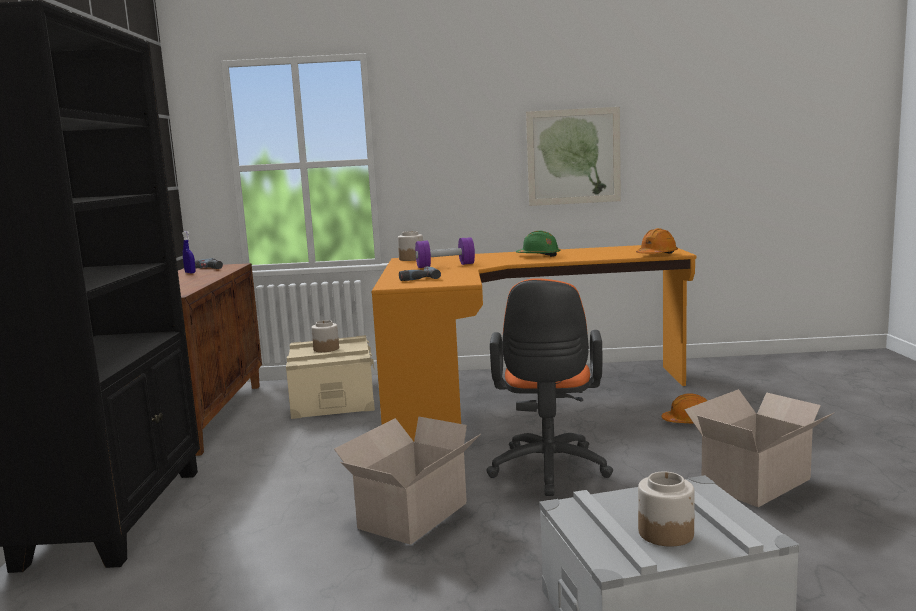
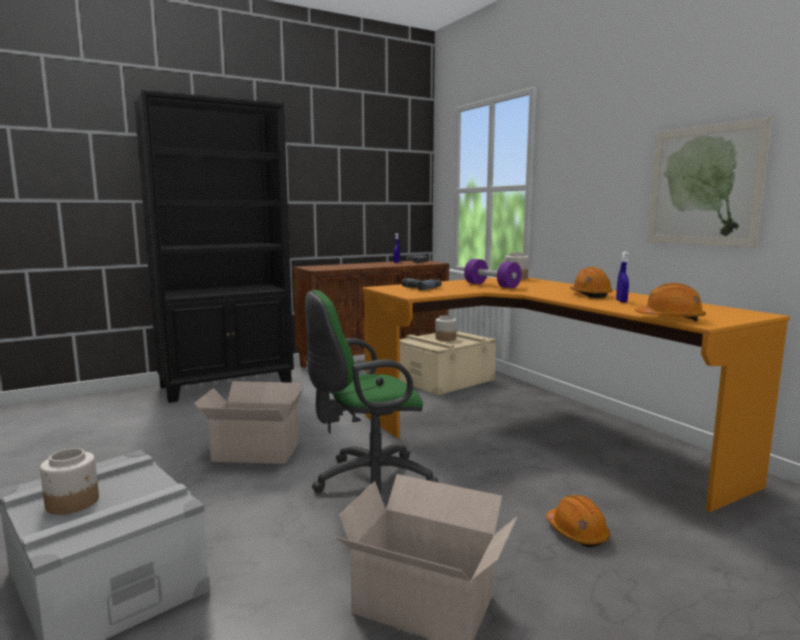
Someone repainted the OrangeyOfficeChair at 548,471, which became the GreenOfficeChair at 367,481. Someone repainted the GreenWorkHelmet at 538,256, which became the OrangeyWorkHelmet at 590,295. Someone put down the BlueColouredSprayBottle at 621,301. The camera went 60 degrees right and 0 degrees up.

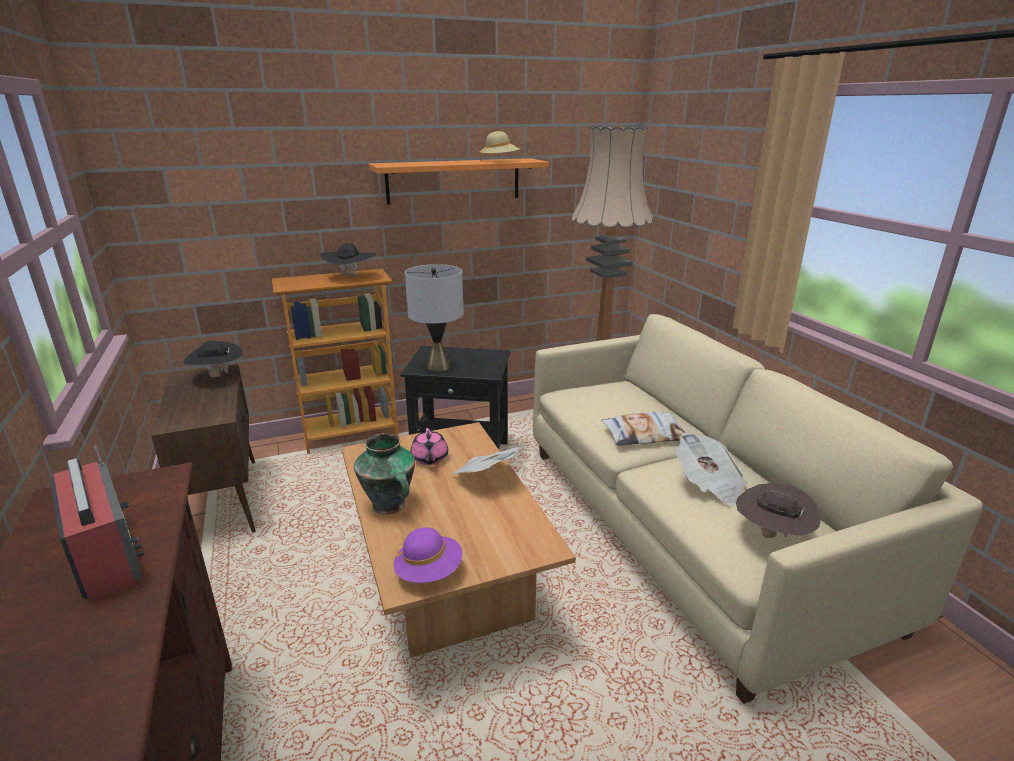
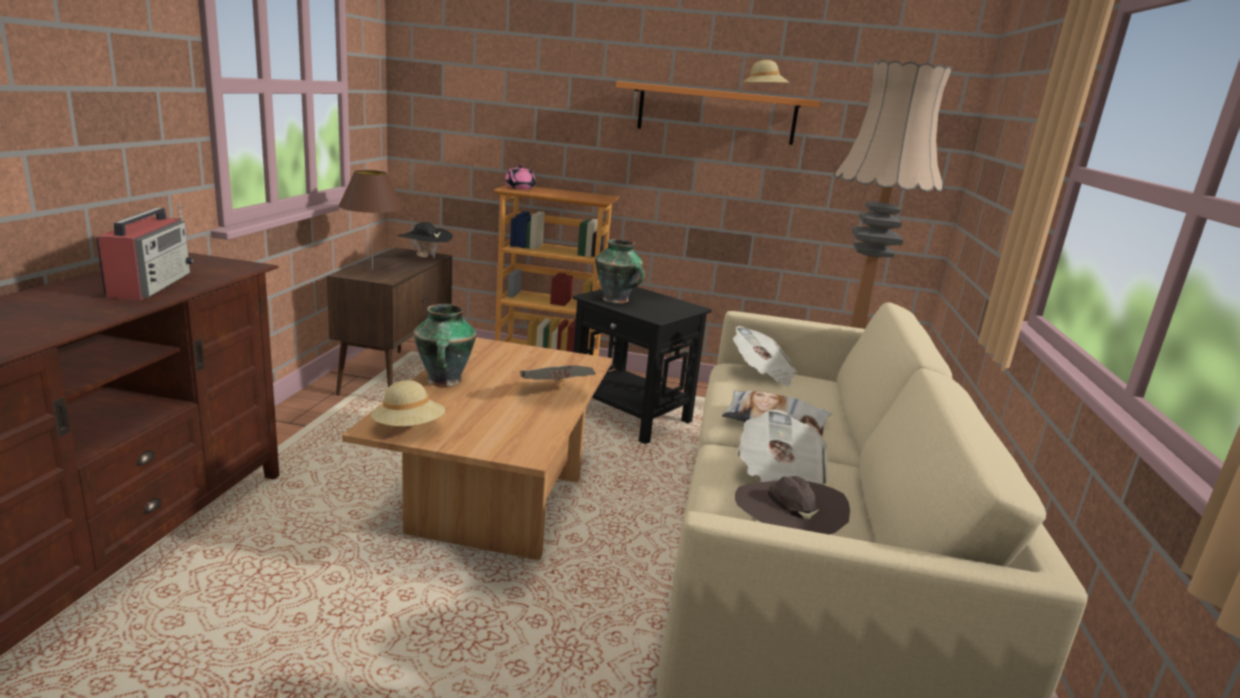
Someone put down the BrownColouredTabletopLamp at 372,269. Someone repainted the PurplishHat at 429,571, which became the BeigeColouredHat at 408,428. Someone carried the PinkColouredPotForTea from 429,458 to 519,188. Someone swapped the GreyTabletopLamp at 438,366 for the DecorativeVase at 616,300. Someone put down the Newspaper at 762,373. Someone took away the BlackHat at 351,277. The camera went 30 degrees right and 5 degrees down.

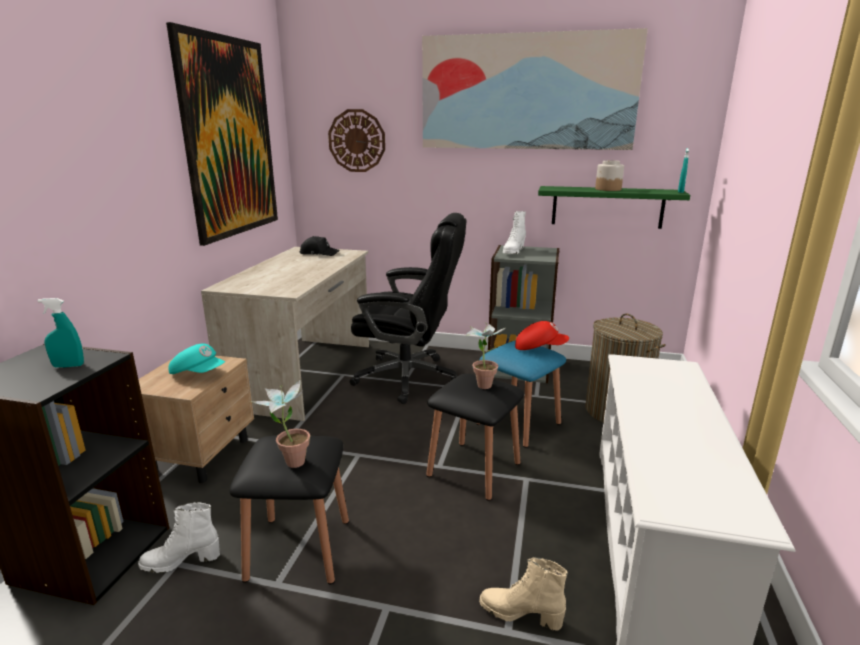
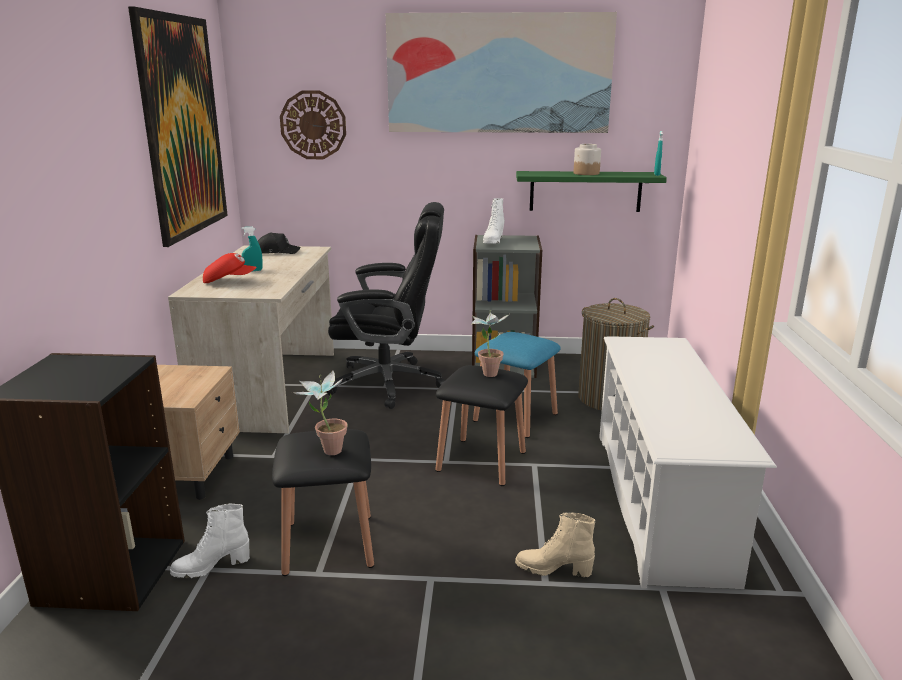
Someone carried the RedColouredPeakedCap from 539,348 to 229,281. Someone carried the TurquoiseColouredSprayBottle from 68,366 to 253,271. Someone took away the TurquoiseColouredPeakedCap at 198,373. The camera went 10 degrees left and 0 degrees up.

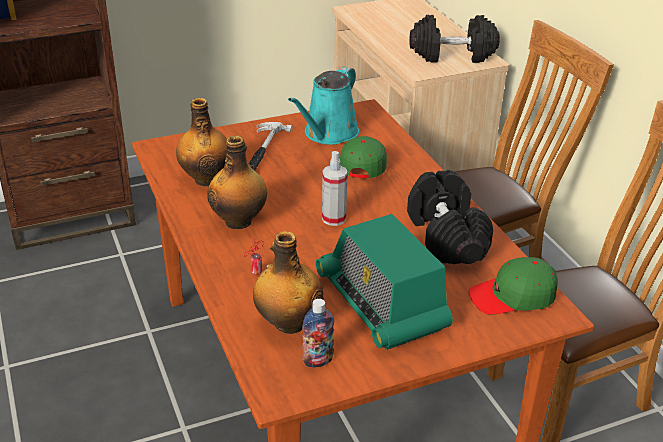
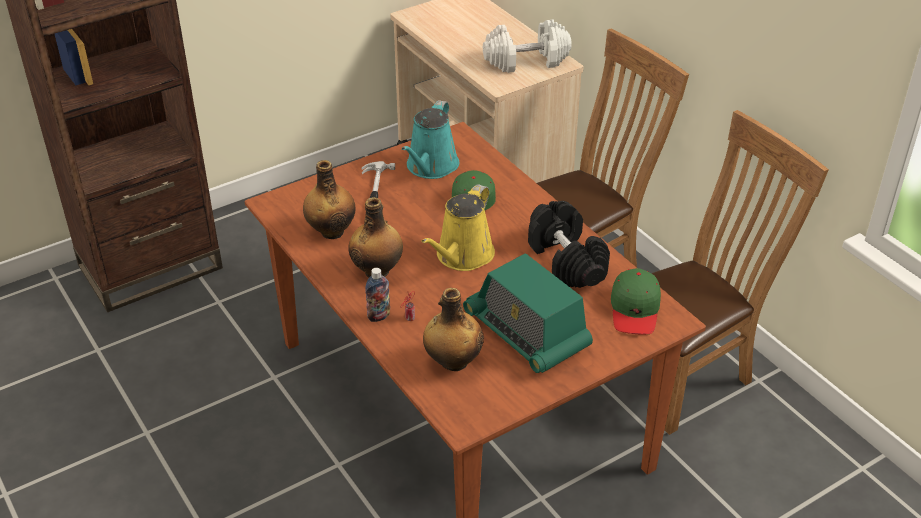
Someone carried the Bottle from 318,361 to 378,316. Someone swapped the SprayBottle at 333,219 for the YellowishSprinklingCan at 462,256. Someone repainted the BlackDumbbell at 452,55, which became the WhiteColouredDumbbell at 526,61. Someone rotated the GreenPeakedCap at 513,296 by 60 degrees counterclockwise. The camera went 10 degrees left and 5 degrees up.

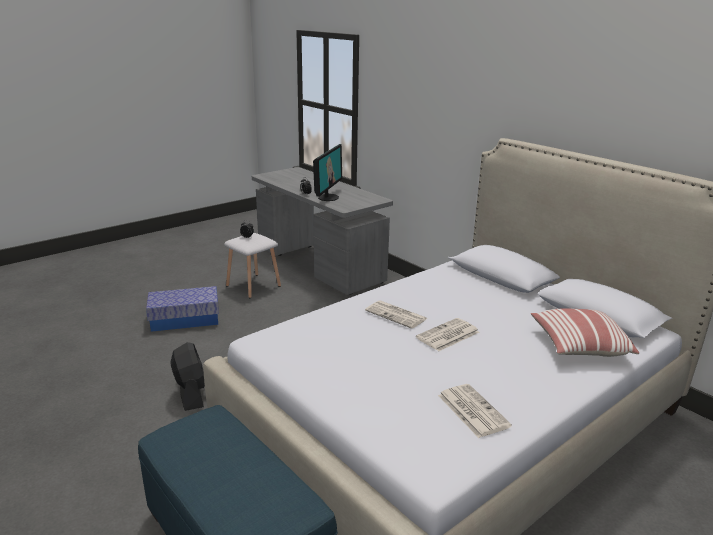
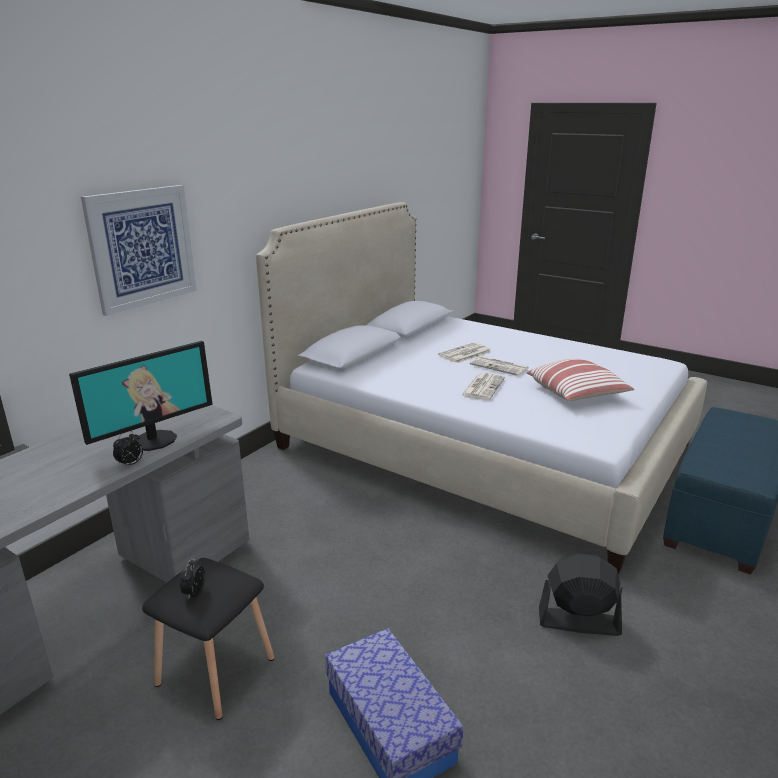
Someone rotated the ComputerDisplay at 328,197 by 135 degrees clockwise. Someone put up the WallPicture at 142,248. Someone repainted the WhiteColouredSittingStool at 252,286, which became the BlackSittingStool at 215,673. Someone carried the Newspaper from 472,410 to 465,354. Someone carried the Pillow from 578,346 to 577,394. Someone rotated the BlackFan at 191,393 by 45 degrees clockwise. The camera went 105 degrees left and 0 degrees up.

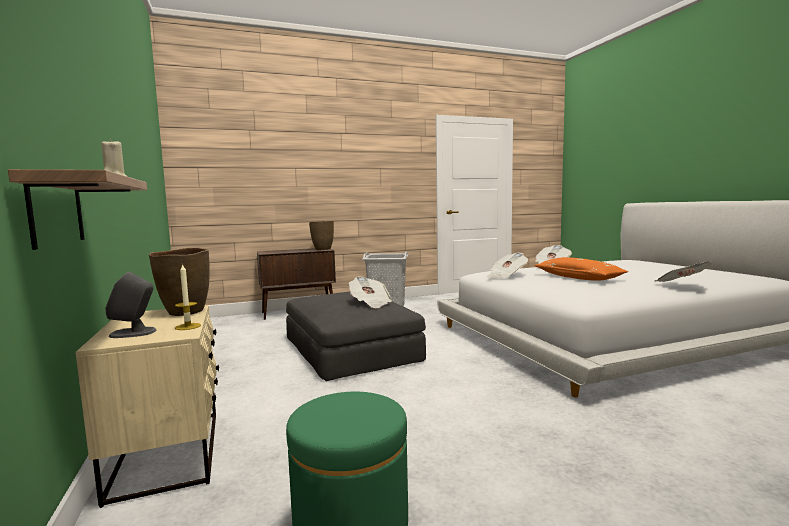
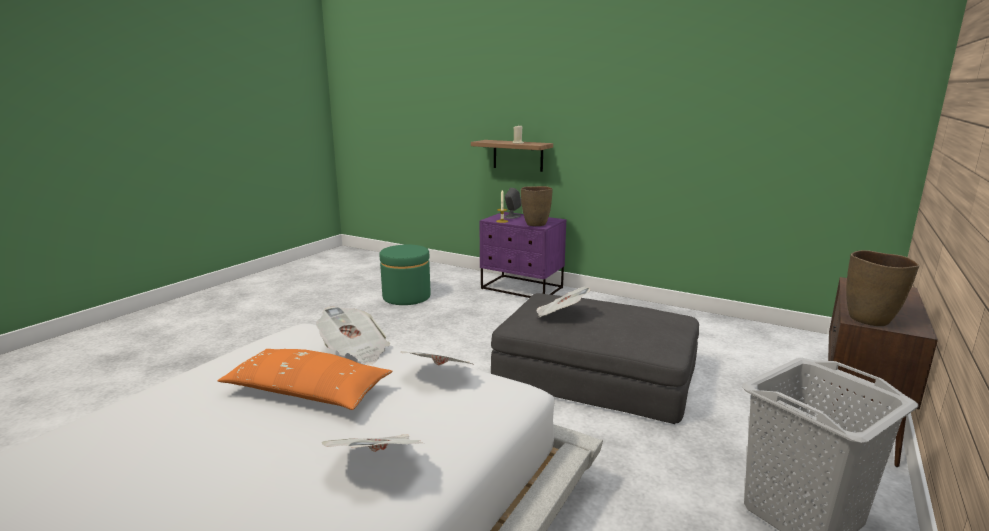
Someone carried the Newspaper from 681,285 to 355,351. Someone repainted the BeigeColouredNightstand at 169,453, which became the PurplishNightstand at 522,288. The camera went 140 degrees right and 10 degrees up.

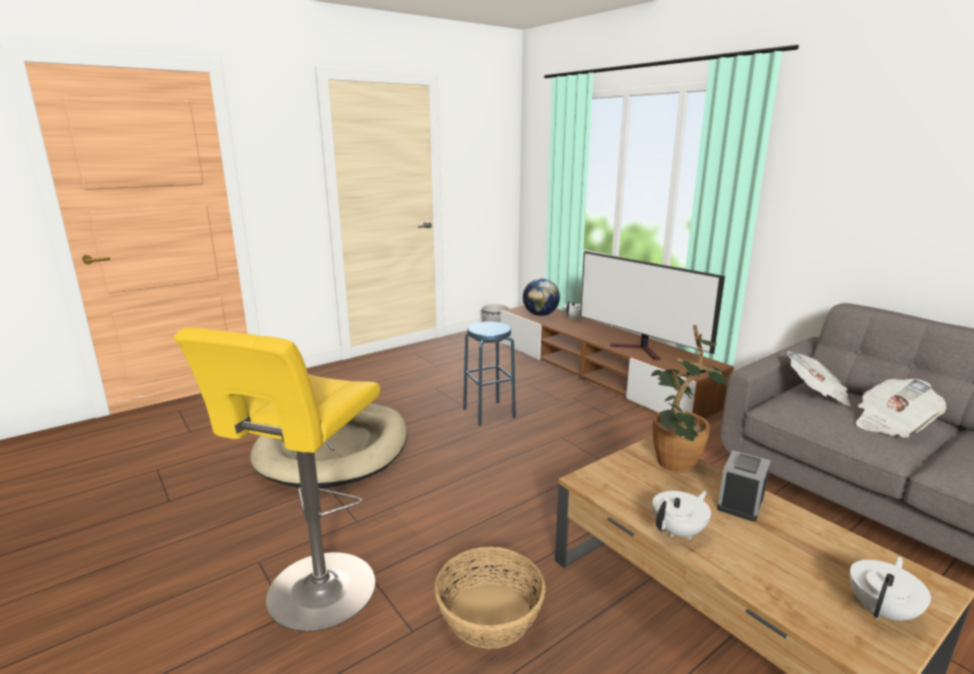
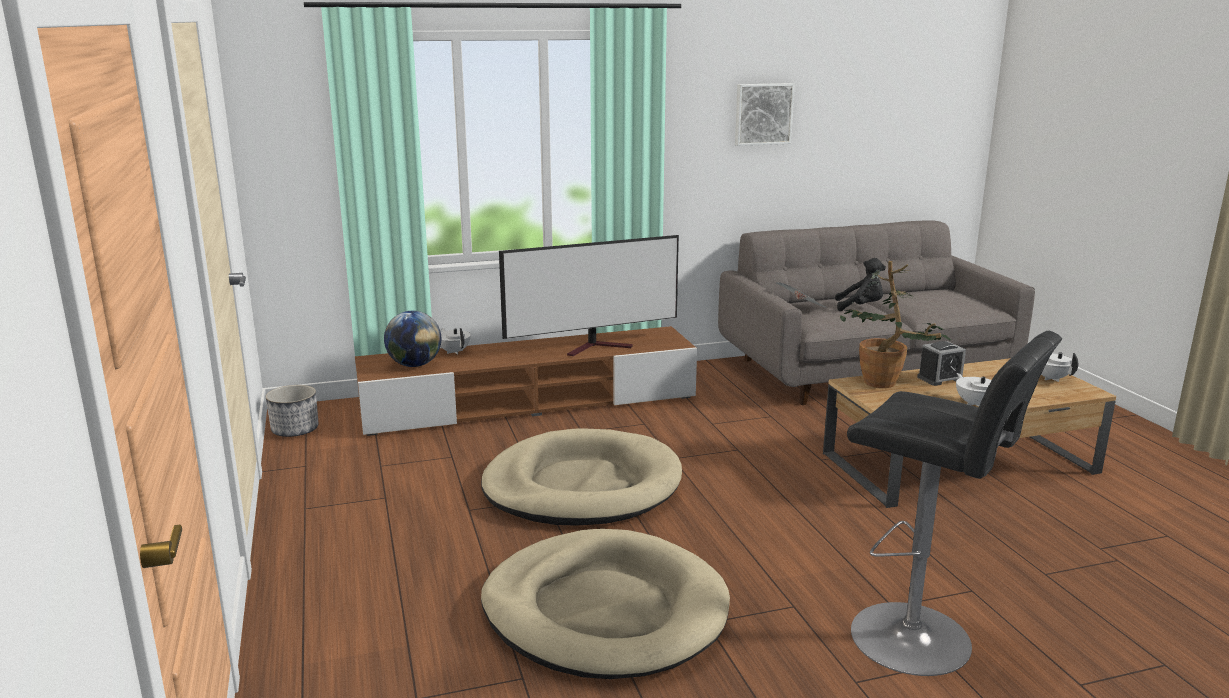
Someone swapped the BlueColouredSittingStool at 489,413 for the BeigeColouredDogBed at 582,486. Someone put up the WallPicture at 763,114. Someone swapped the Newspaper at 891,424 for the BlackPlushToy at 861,307. Someone repainted the YellowishSittingStool at 317,595, which became the BlackSittingStool at 919,641. Someone rotated the BedsideClock at 740,503 by 75 degrees counterclockwise. Someone took away the StorageBasket at 490,614. The camera went 70 degrees left and 0 degrees up.

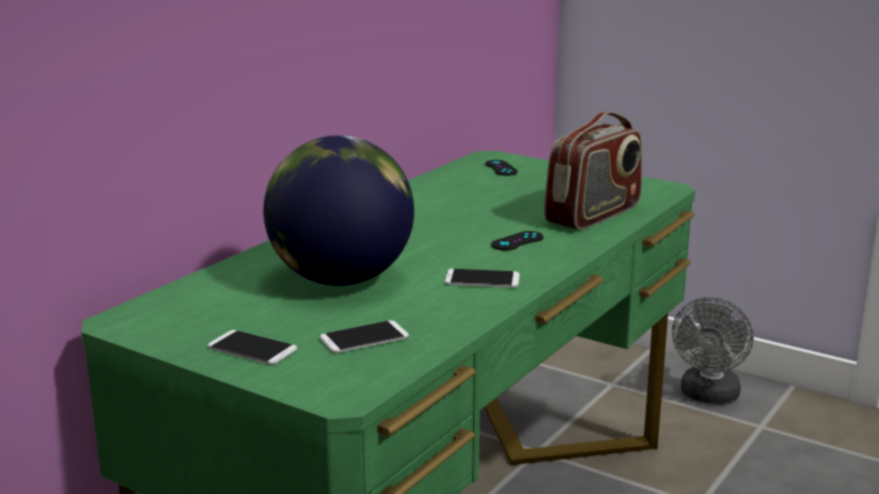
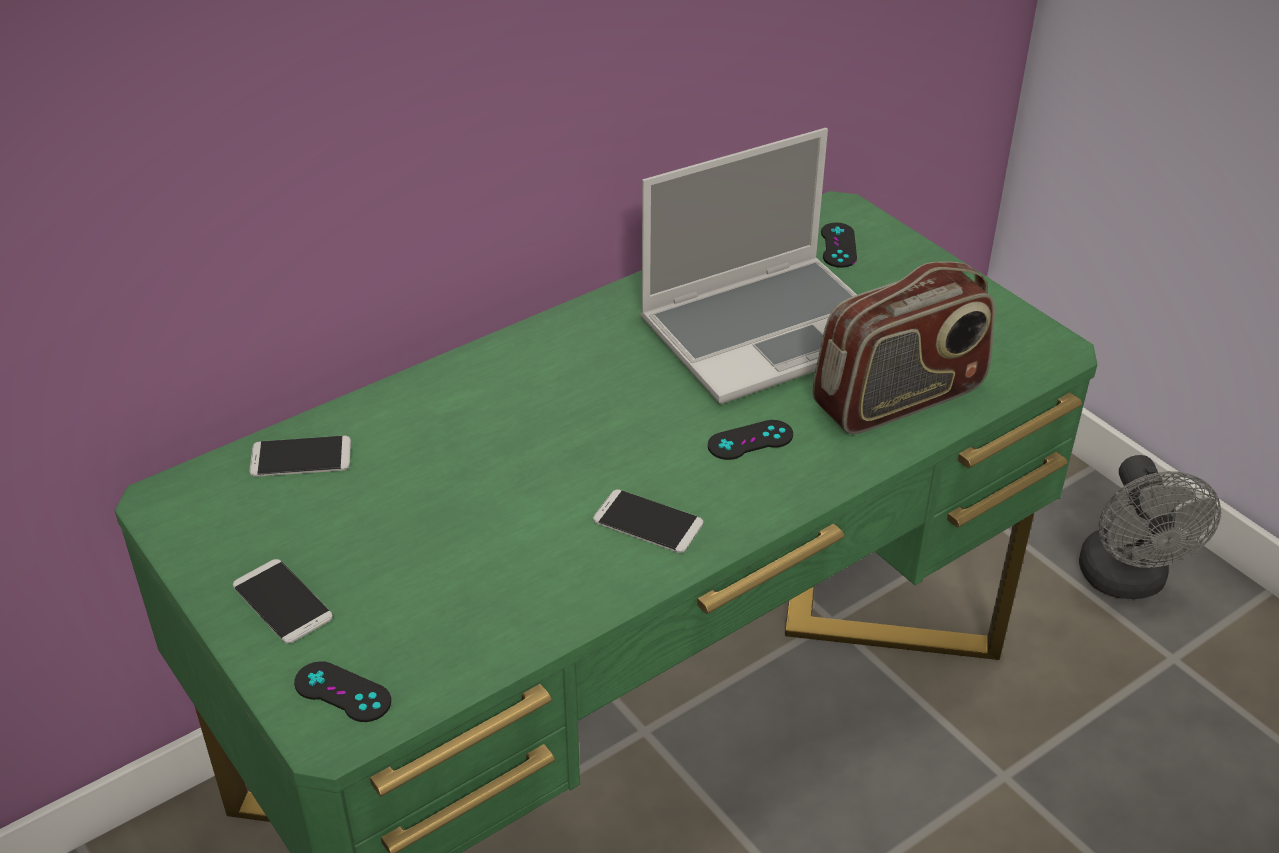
Someone carried the Telephone from 364,338 to 301,458. Someone put down the BlackGameController at 342,692. Someone put down the Laptop at 768,330. Someone rotated the GreyFan at 708,396 by 45 degrees counterclockwise. Someone took away the Globe at 341,279. The camera went 20 degrees right and 20 degrees up.

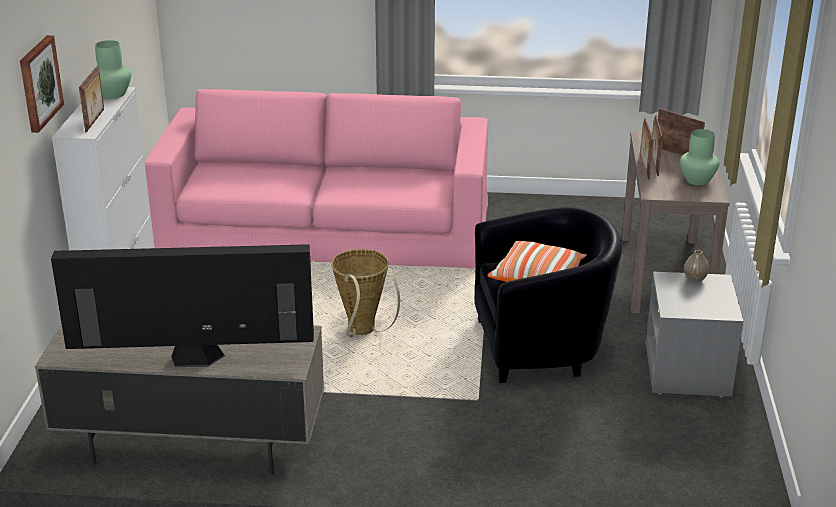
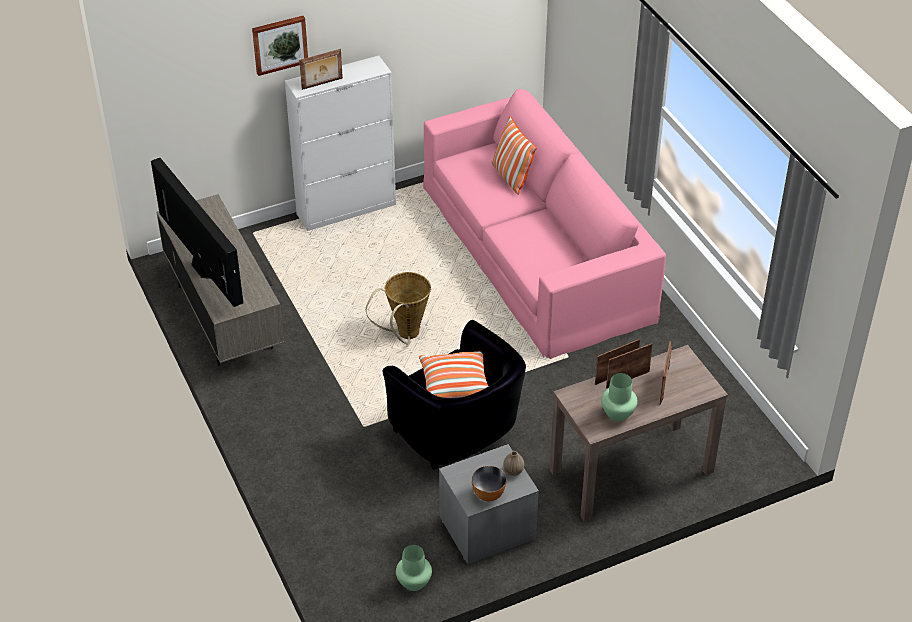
Someone carried the GreenDecorativeVase from 113,94 to 413,582. Someone put down the ServingBowl at 489,494. Someone put down the Pillow at 511,177. The camera went 60 degrees right and 15 degrees up.

